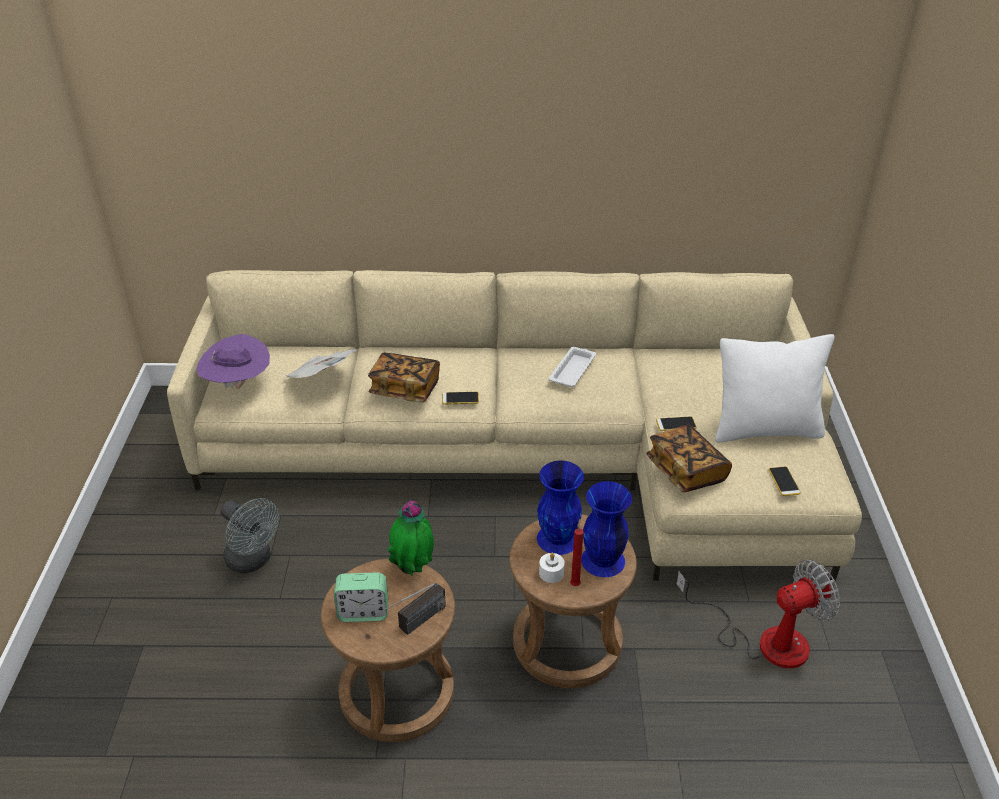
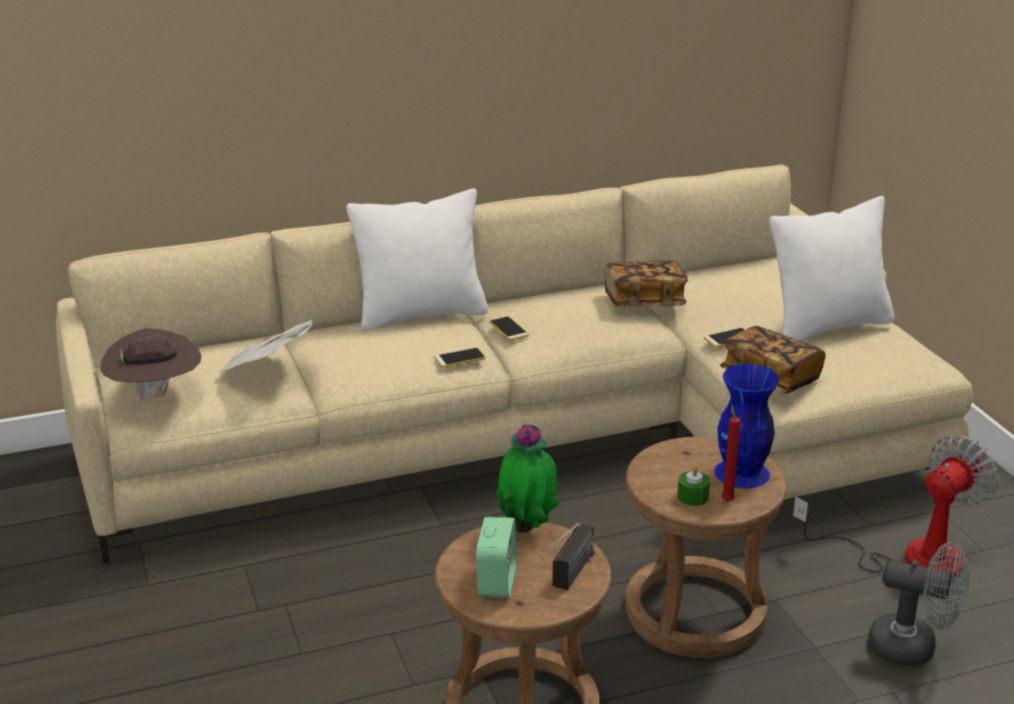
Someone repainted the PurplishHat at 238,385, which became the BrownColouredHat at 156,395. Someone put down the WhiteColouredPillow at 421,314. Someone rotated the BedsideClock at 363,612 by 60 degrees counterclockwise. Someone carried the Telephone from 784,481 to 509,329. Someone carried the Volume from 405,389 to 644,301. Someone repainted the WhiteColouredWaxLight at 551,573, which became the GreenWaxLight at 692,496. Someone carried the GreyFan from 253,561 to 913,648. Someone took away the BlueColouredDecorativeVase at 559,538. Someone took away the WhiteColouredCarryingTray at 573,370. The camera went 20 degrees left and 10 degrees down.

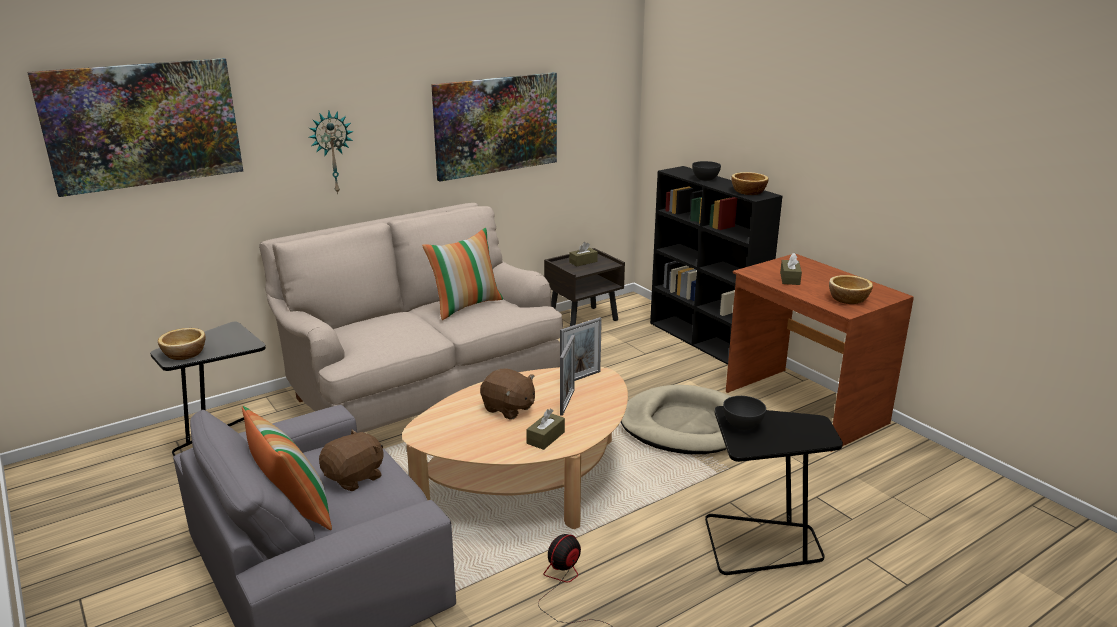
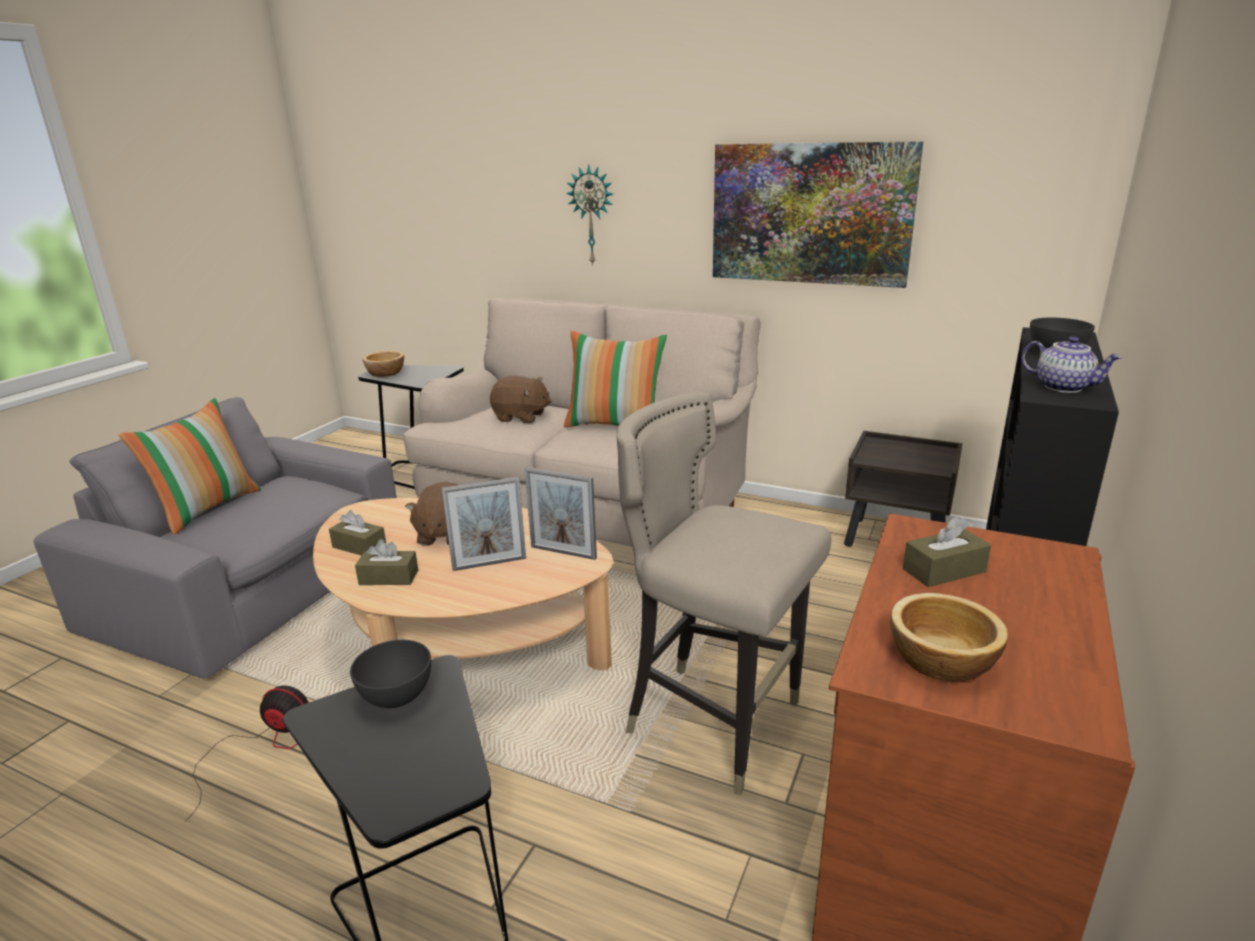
Someone carried the BrownColouredBoxOfTissues from 583,262 to 359,546. Someone carried the BrownColouredPlushToy from 355,477 to 521,417. Someone swapped the BeigeColouredDogBed at 685,425 for the BeigeColouredSittingStool at 715,723. Someone swapped the ServingBowl at 747,192 for the PotForTea at 1064,387. Someone took away the WallPicture at 143,124. The camera went 60 degrees right and 0 degrees up.

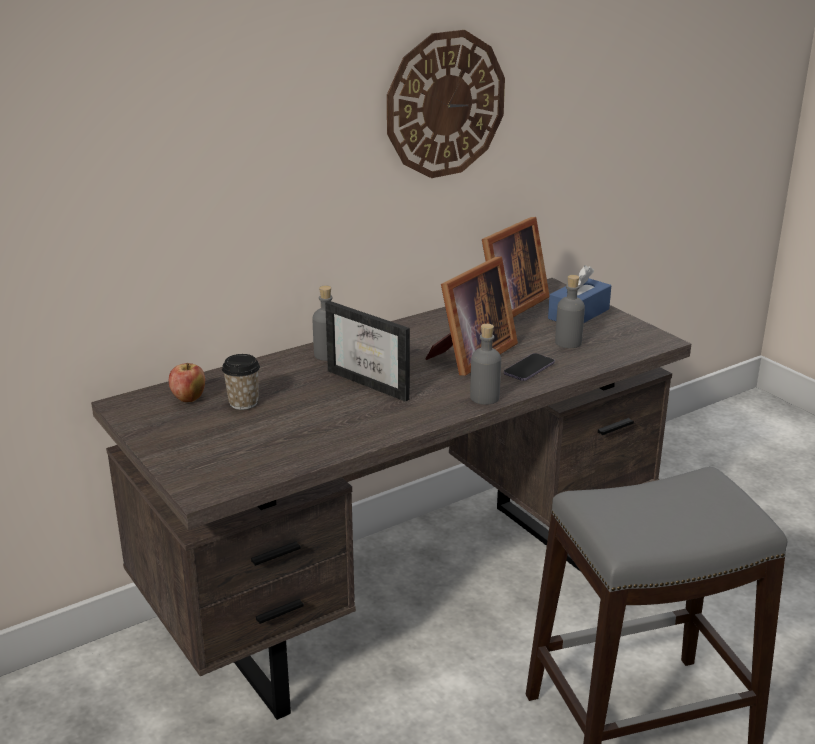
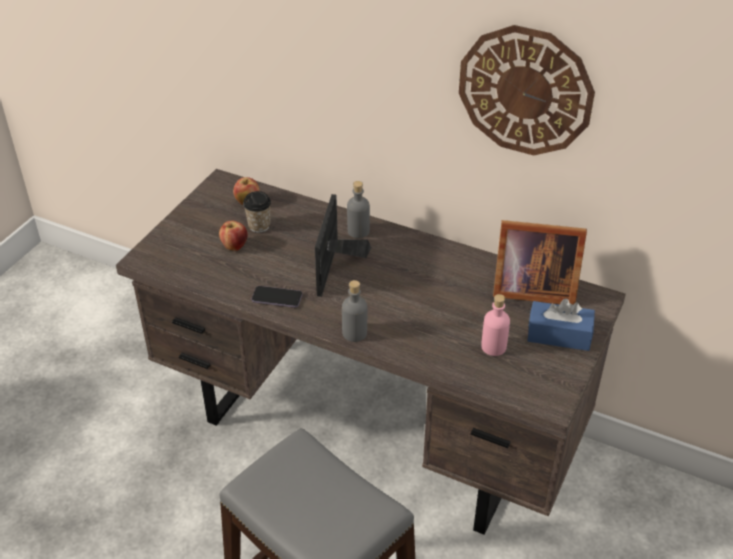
Someone put down the WholeApple at 234,246. Someone carried the Telephone from 529,369 to 277,298. Someone repainted the GreyBottle at 568,342, which became the PinkColouredBottle at 493,347. Someone took away the PictureFrame at 470,356. The camera went 60 degrees right and 15 degrees up.

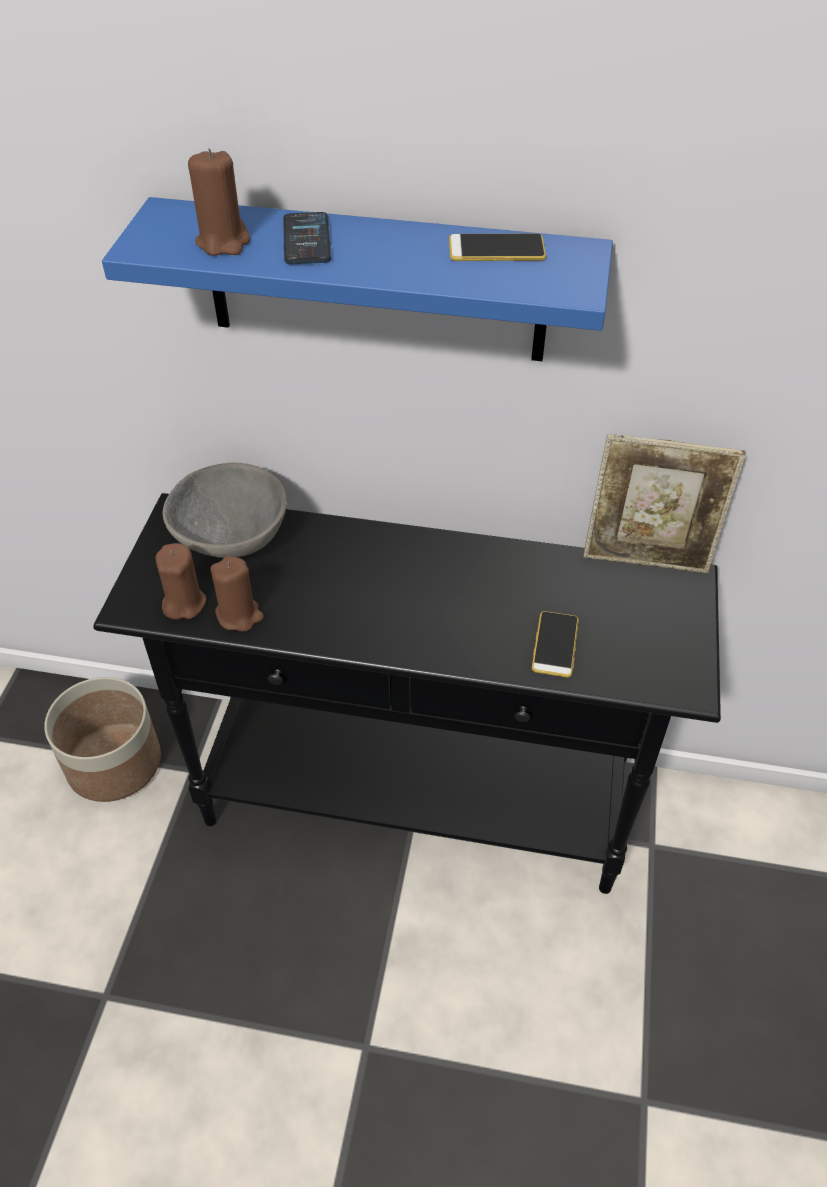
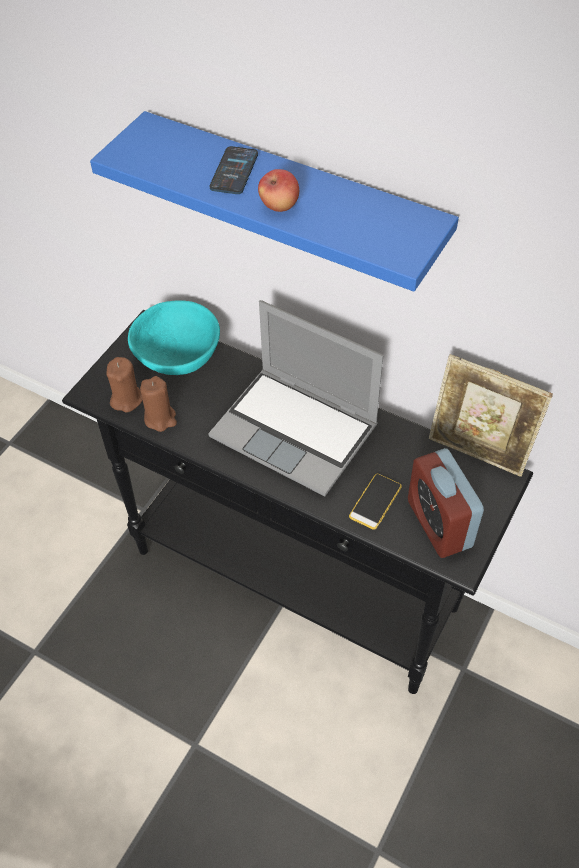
Someone repainted the GreyServingBowl at 229,537, which became the TurquoiseColouredServingBowl at 176,356. Someone put down the Laptop at 297,431. Someone put down the WholeApple at 279,206. Someone put down the BedsideClock at 439,524. Someone took away the PlantPot at 114,763. Someone took away the BrownColouredWaxLight at 223,242. Someone took away the Telephone at 496,249. The camera went 20 degrees right and 5 degrees up.

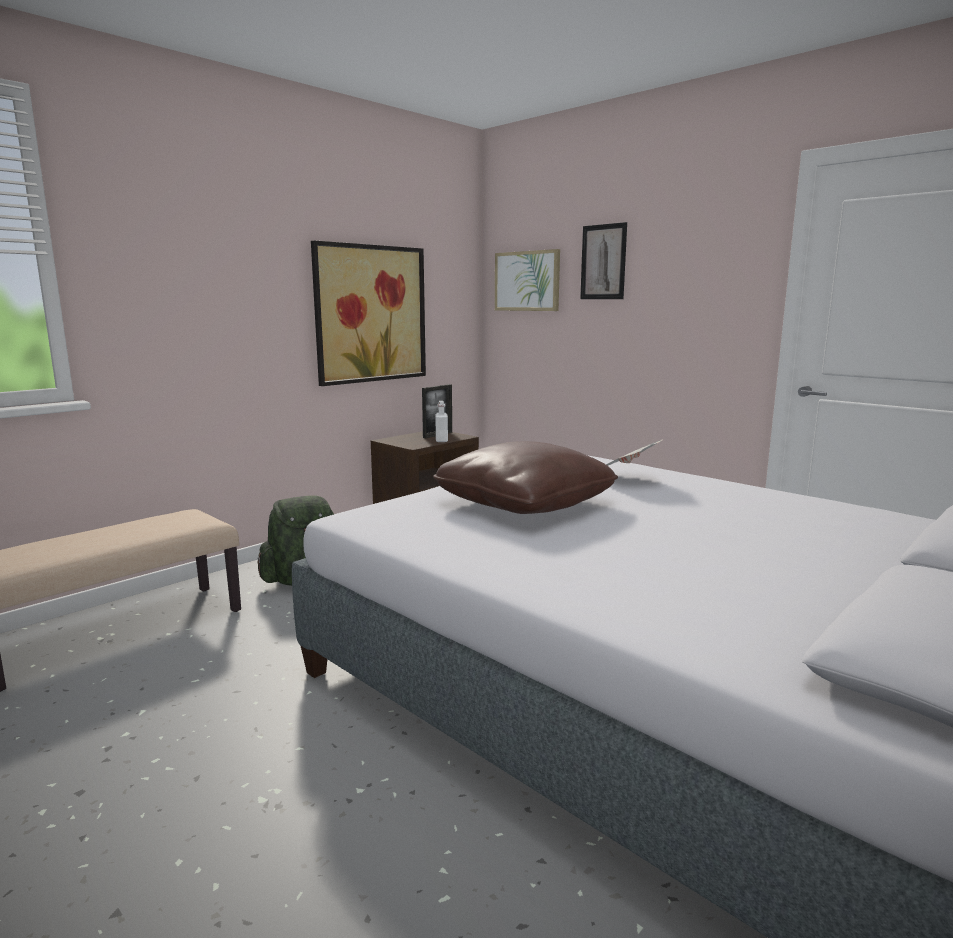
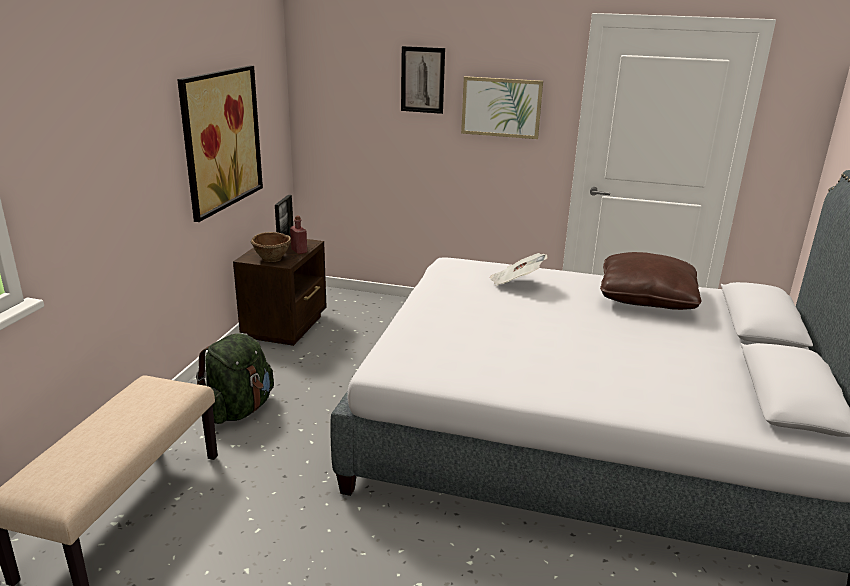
Someone put down the BrownColouredServingBowl at 272,259. Someone repainted the WhiteColouredBottle at 441,440, which became the RedColouredBottle at 299,251. Someone carried the WallPicture from 527,281 to 501,107. Someone carried the BrownColouredPillow from 524,504 to 646,298. The camera went 30 degrees left and 10 degrees up.

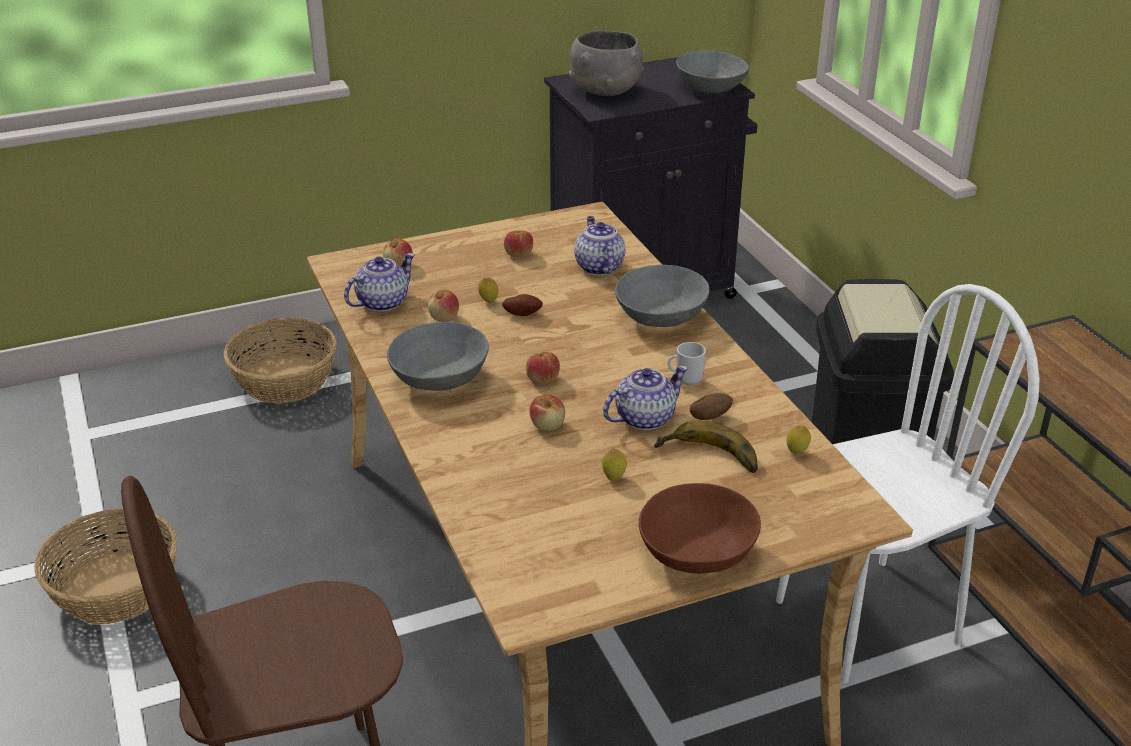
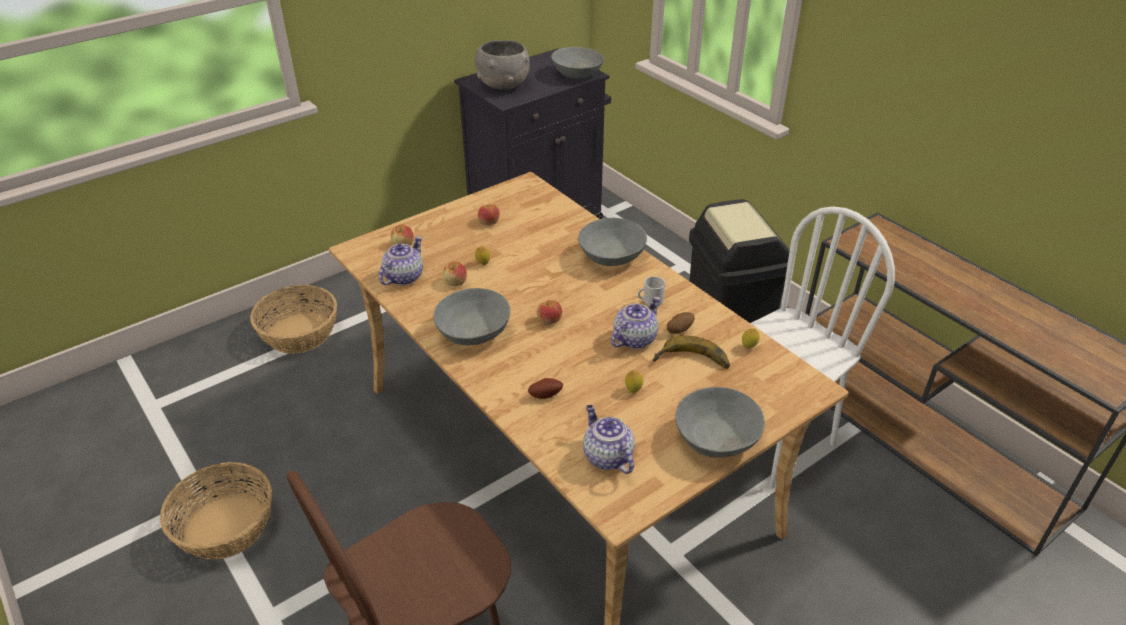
Someone carried the Spud from 522,313 to 545,394. Someone carried the PotForTea from 598,266 to 606,456. Someone repainted the BrownColouredServingBowl at 697,552, which became the GreyServingBowl at 716,438. Someone took away the WholeApple at 547,425. The camera went 15 degrees left and 5 degrees up.

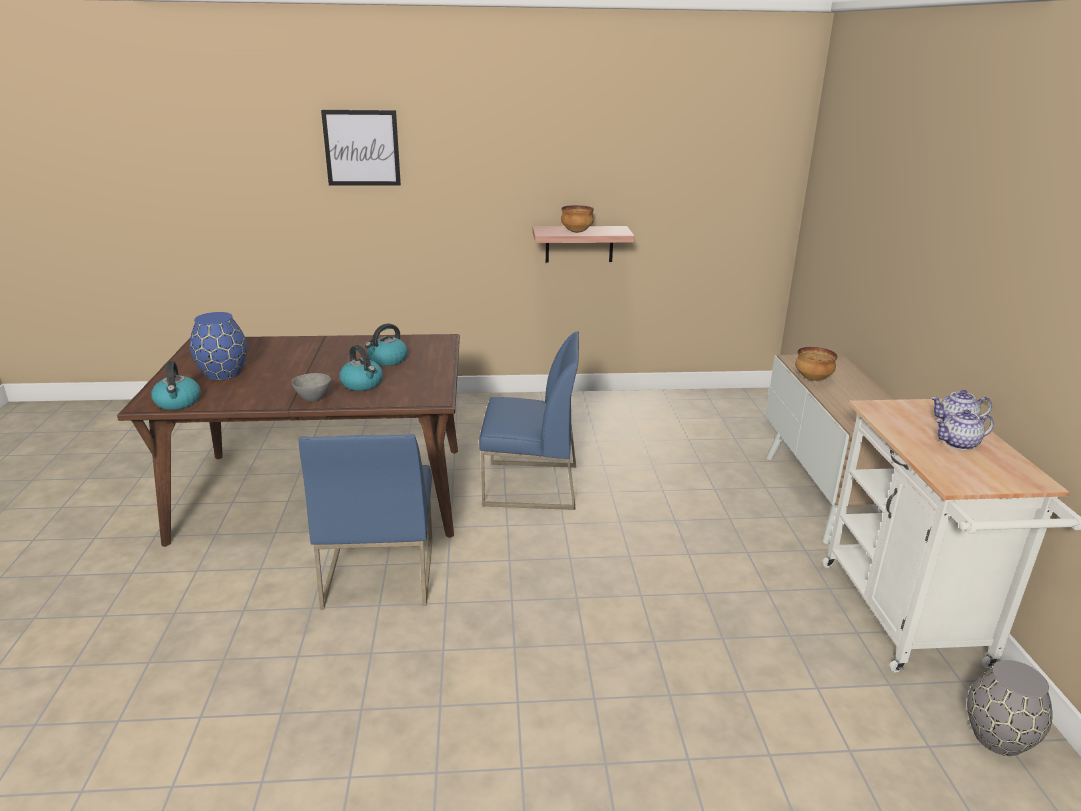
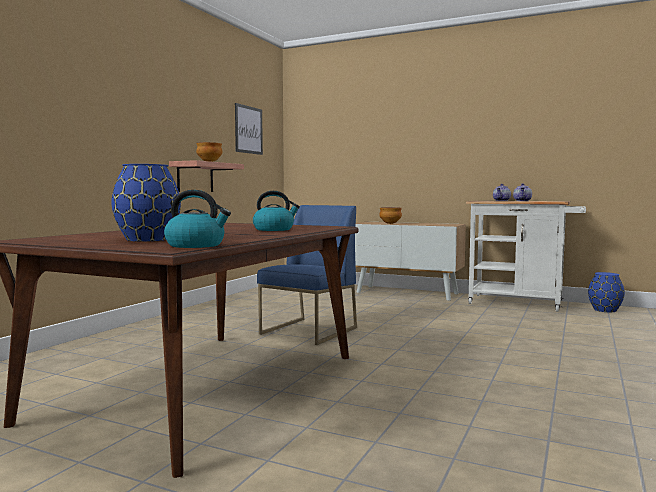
Someone carried the WallPicture from 362,148 to 248,130. Someone repainted the GreyDecorativeVase at 998,738, which became the BlueColouredDecorativeVase at 605,310. Someone took away the GreyServingBowl at 313,399. Someone took away the BlueColouredChair at 379,571. Someone took away the Kettle at 387,360. The camera went 60 degrees left and 20 degrees down.

